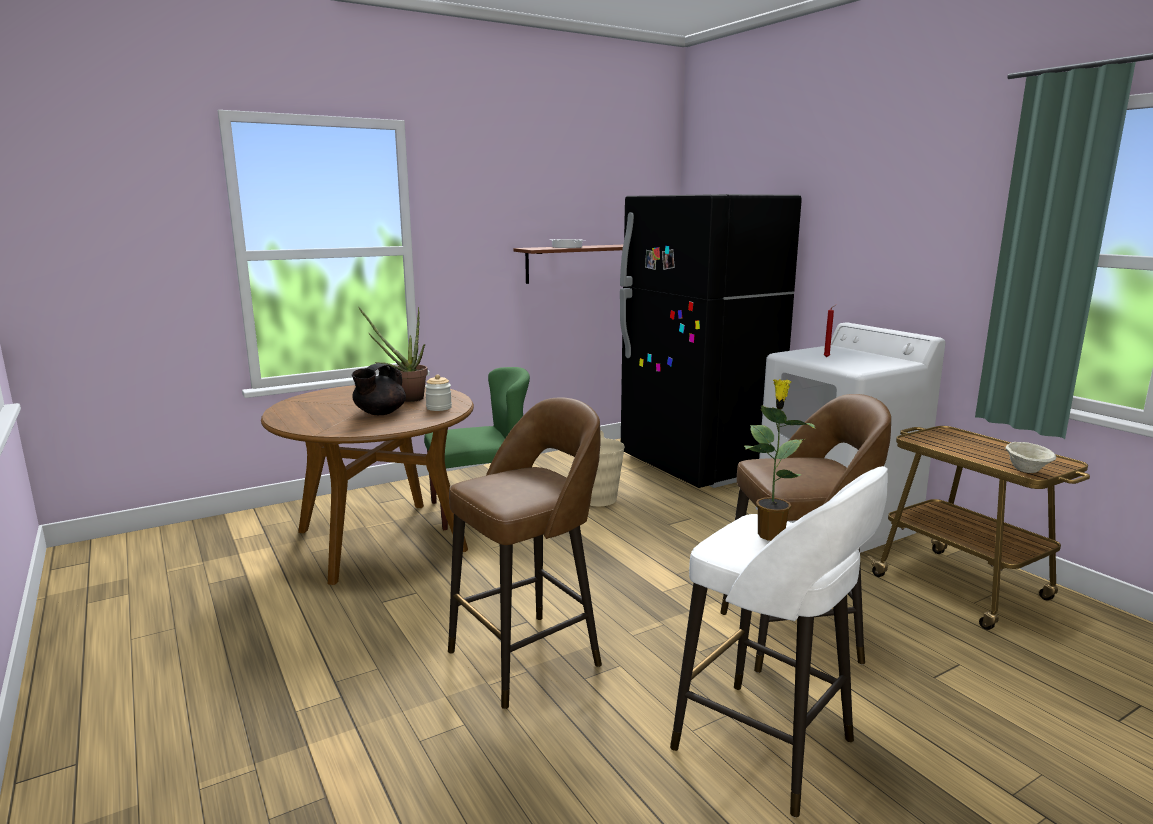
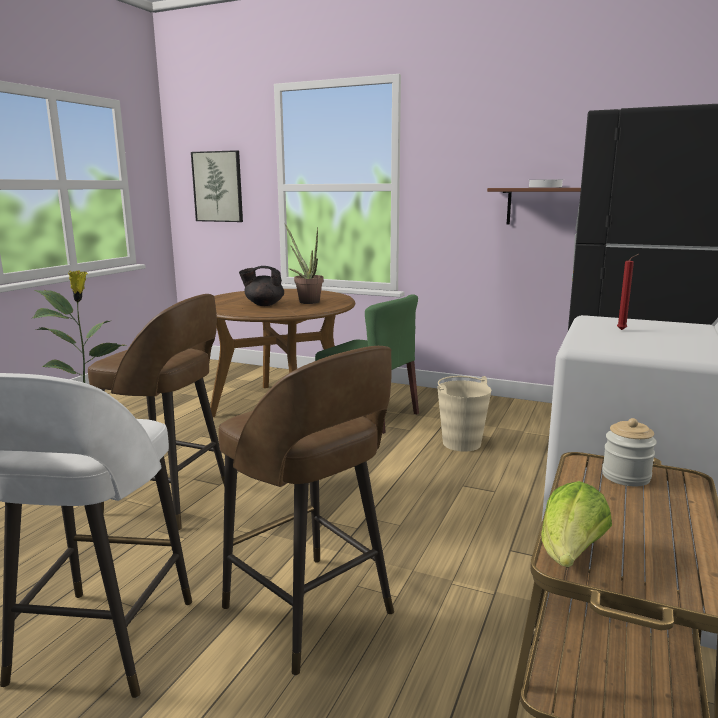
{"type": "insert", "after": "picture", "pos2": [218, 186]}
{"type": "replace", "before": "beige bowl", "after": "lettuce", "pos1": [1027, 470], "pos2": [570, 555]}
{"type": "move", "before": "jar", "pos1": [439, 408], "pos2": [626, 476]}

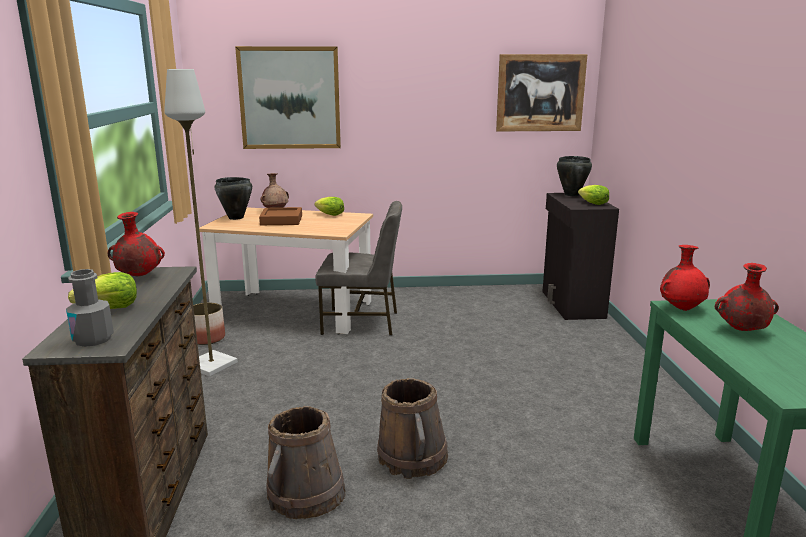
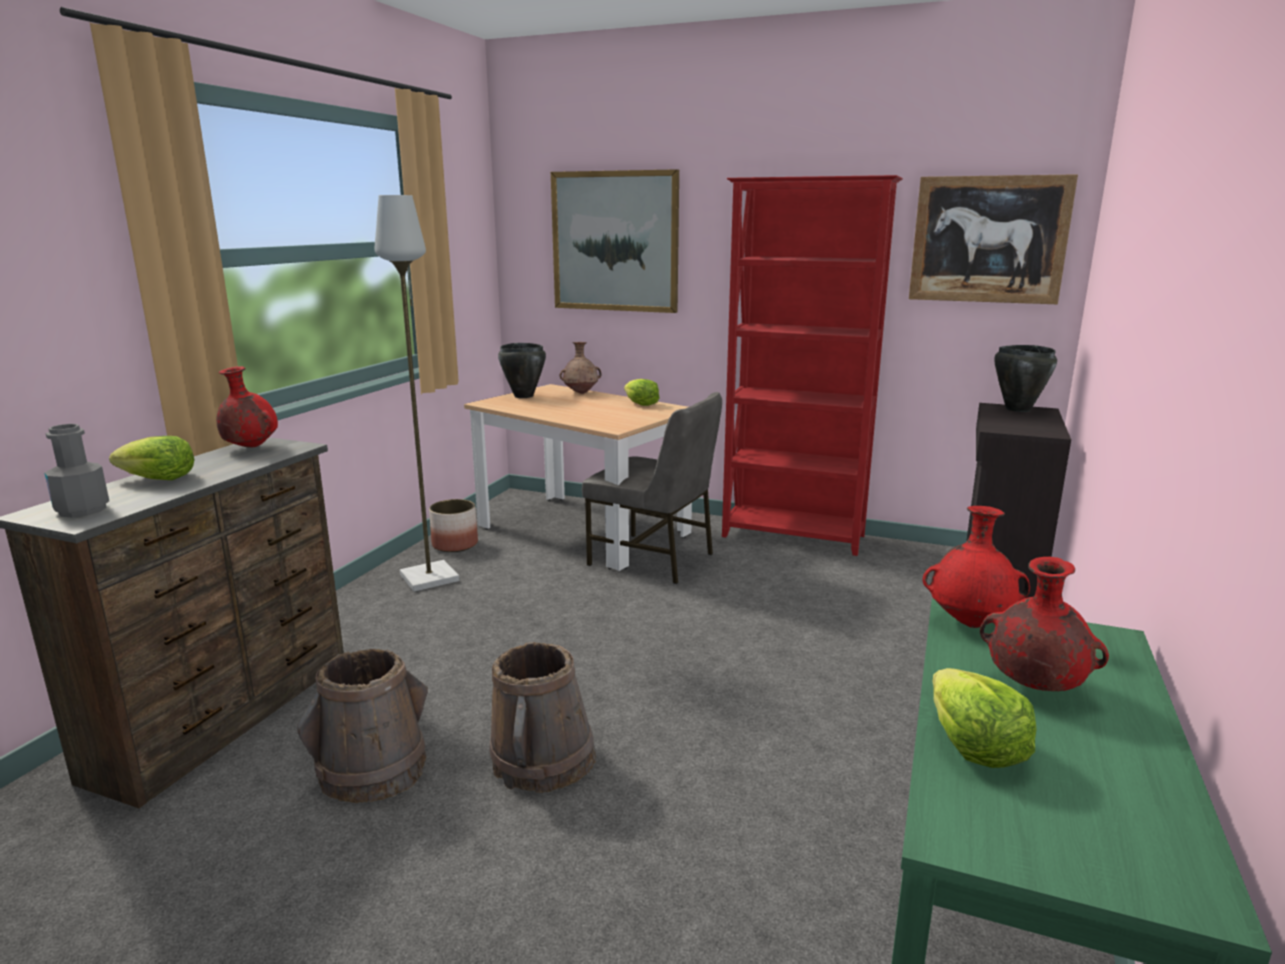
{"type": "insert", "after": "red bookcase", "pos2": [794, 537]}
{"type": "move", "before": "lettuce", "pos1": [593, 203], "pos2": [973, 746]}
{"type": "delete", "before": "brown tray", "pos1": [281, 220]}

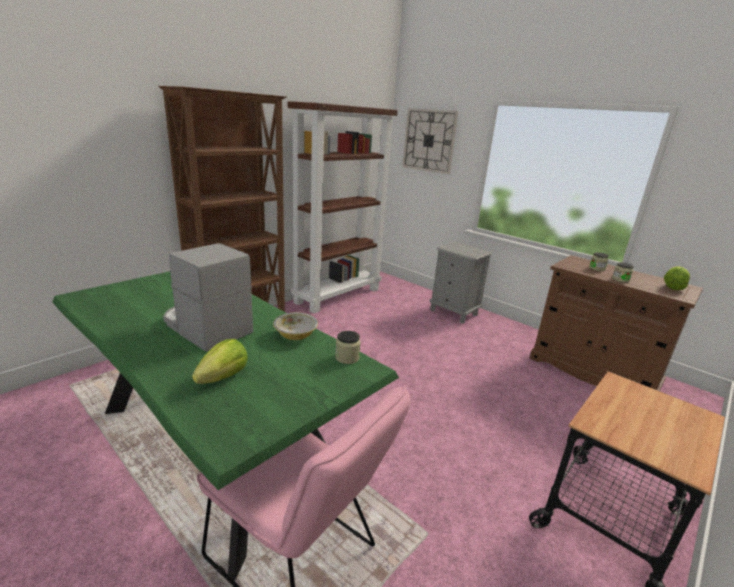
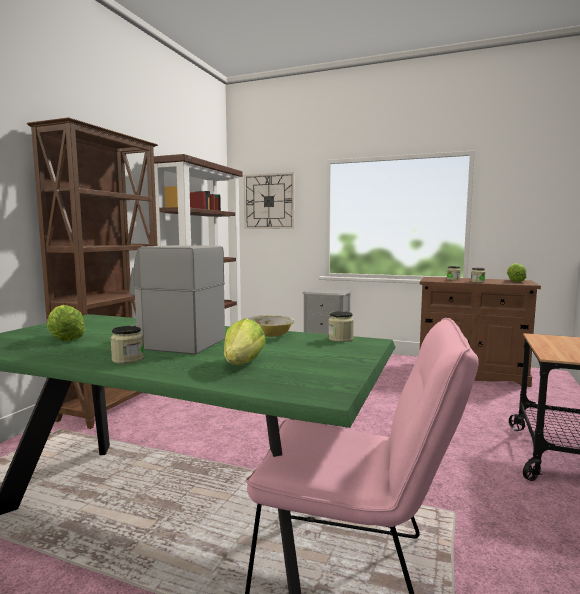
{"type": "insert", "after": "lettuce", "pos2": [65, 339]}
{"type": "insert", "after": "jar", "pos2": [128, 359]}

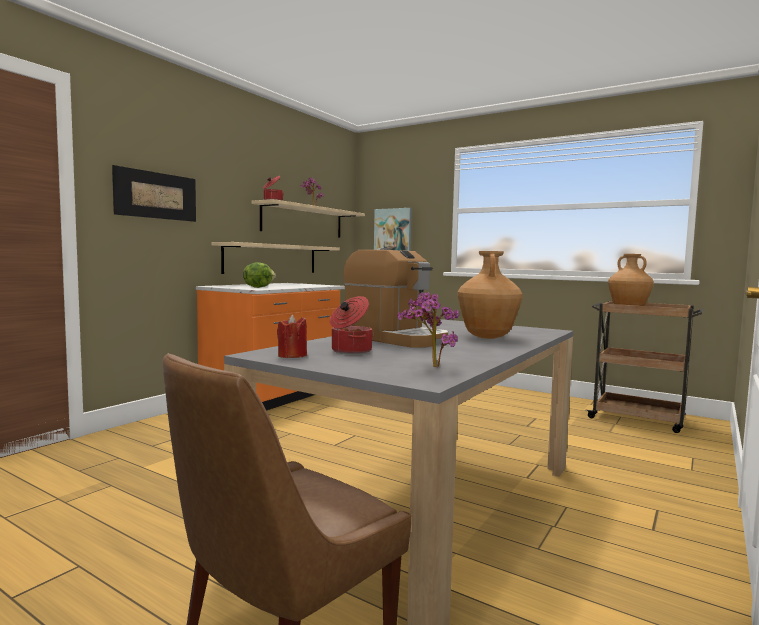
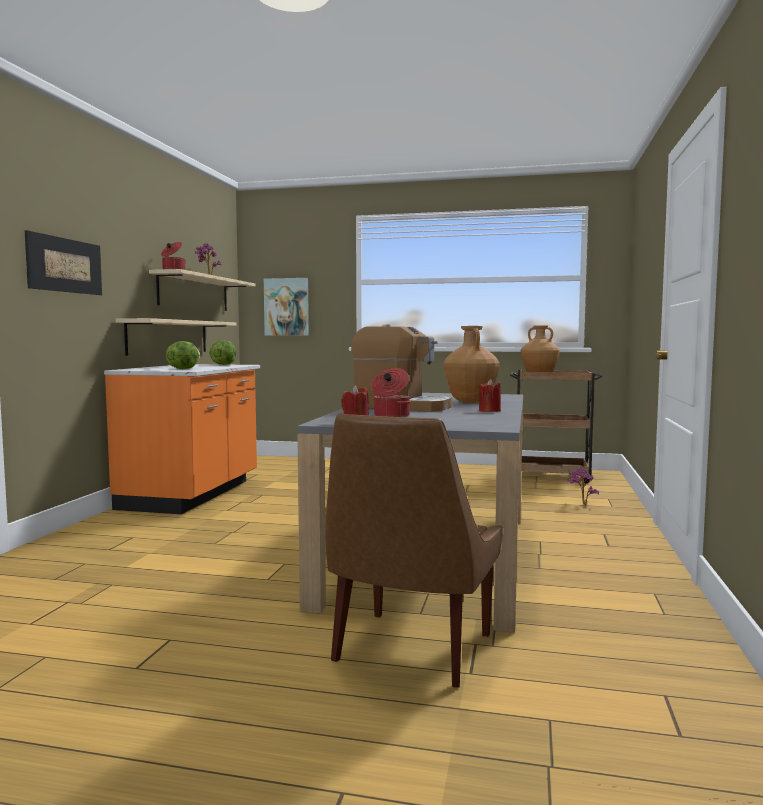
{"type": "insert", "after": "lettuce", "pos2": [223, 364]}
{"type": "insert", "after": "red candle", "pos2": [489, 411]}
{"type": "move", "before": "potted plant", "pos1": [430, 366], "pos2": [581, 504]}

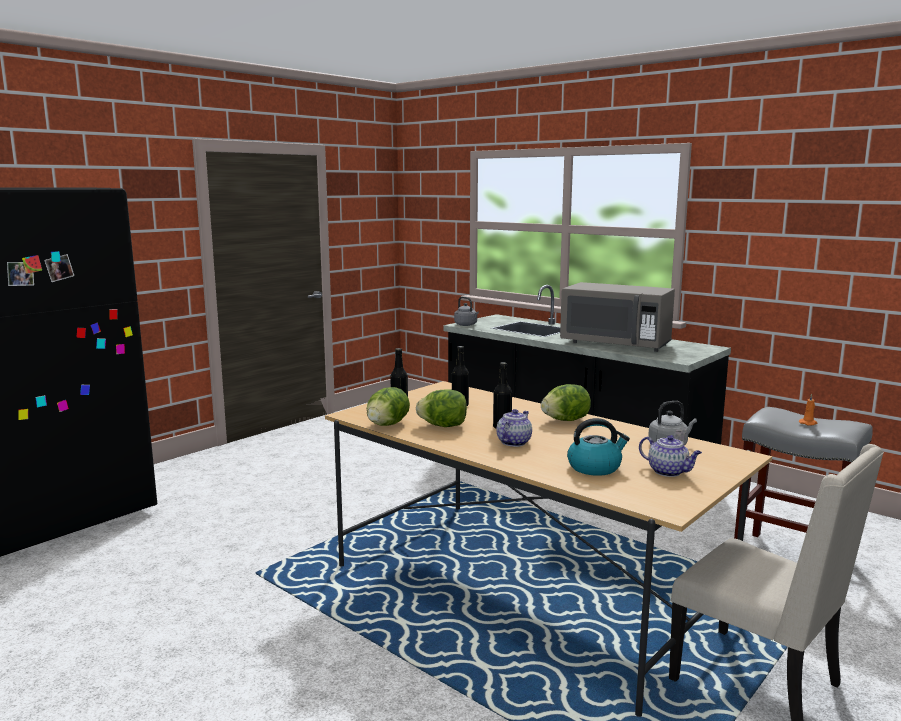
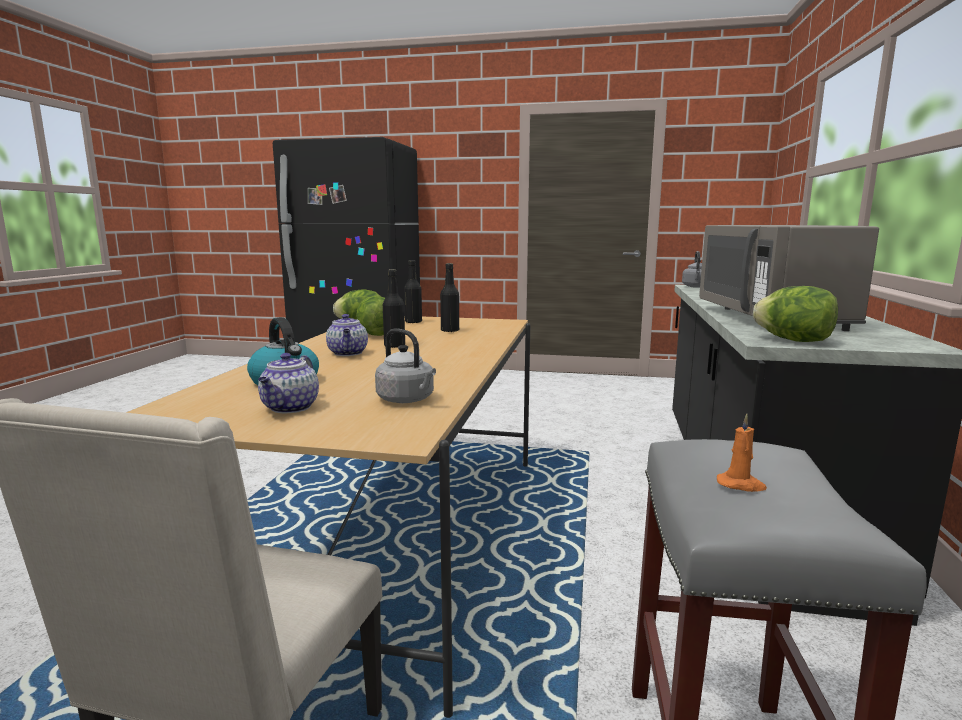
{"type": "rotate", "before": "teapot", "pos1": [514, 442], "pos2": [348, 353], "turn": 75}
{"type": "move", "before": "lettuce", "pos1": [565, 420], "pos2": [794, 341]}

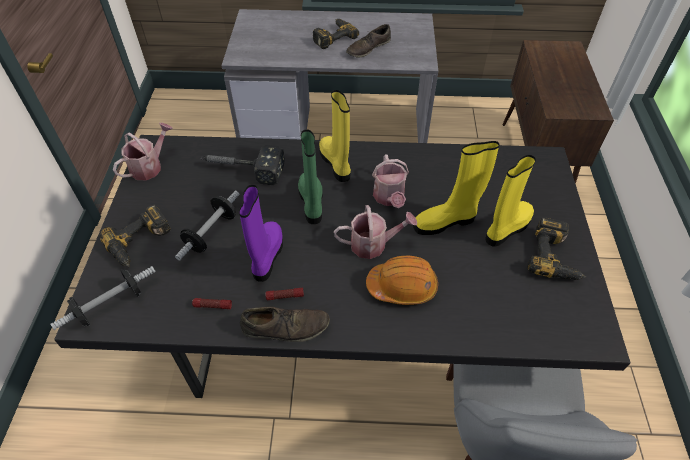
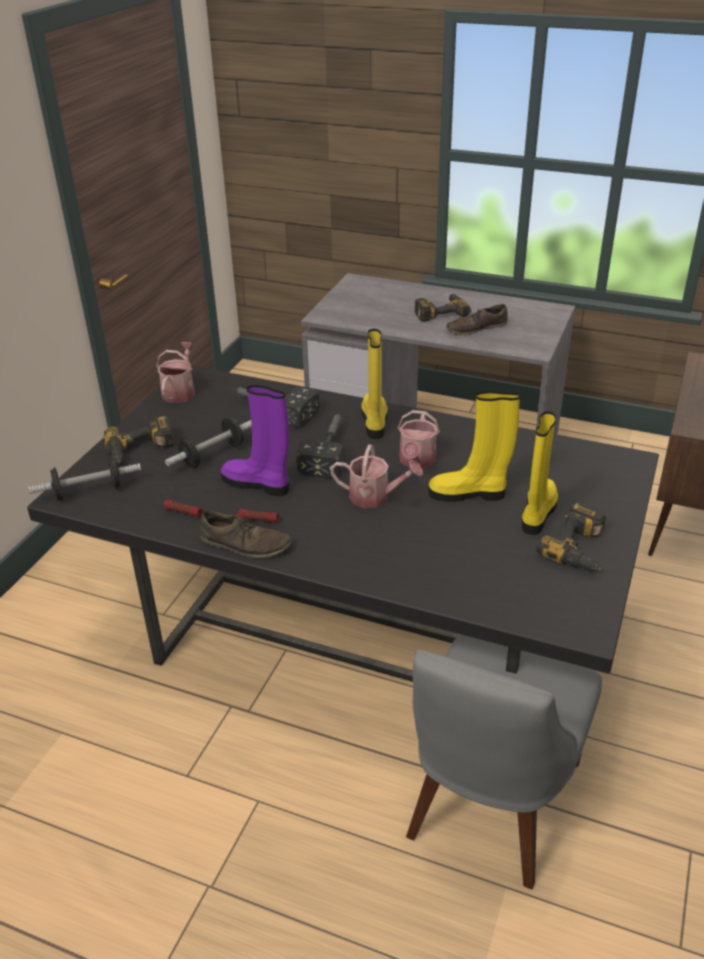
{"type": "rotate", "before": "watering can", "pos1": [149, 166], "pos2": [180, 391], "turn": -45}
{"type": "rotate", "before": "purple boot", "pos1": [267, 256], "pos2": [258, 484], "turn": -90}
{"type": "replace", "before": "green boot", "after": "hammer", "pos1": [311, 202], "pos2": [329, 449]}
{"type": "rotate", "before": "yellow boot", "pos1": [507, 228], "pos2": [537, 513], "turn": -45}
{"type": "delete", "before": "orange hard hat", "pos1": [402, 286]}

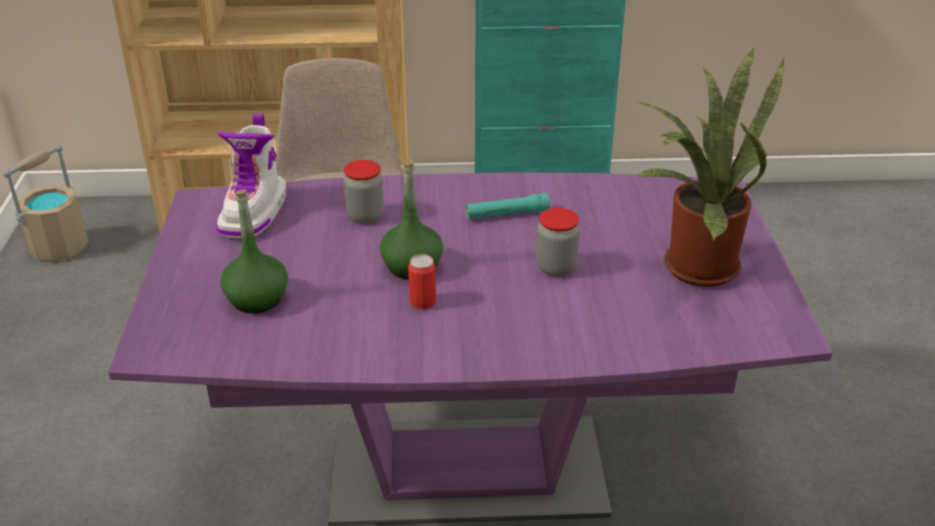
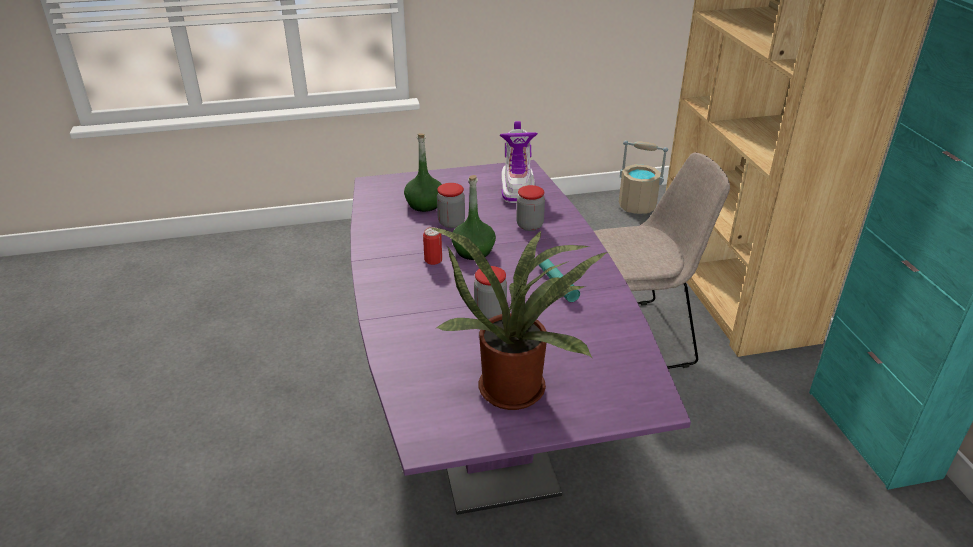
{"type": "insert", "after": "jar", "pos2": [451, 223]}
{"type": "rotate", "before": "boot", "pos1": [255, 213], "pos2": [517, 187], "turn": -90}

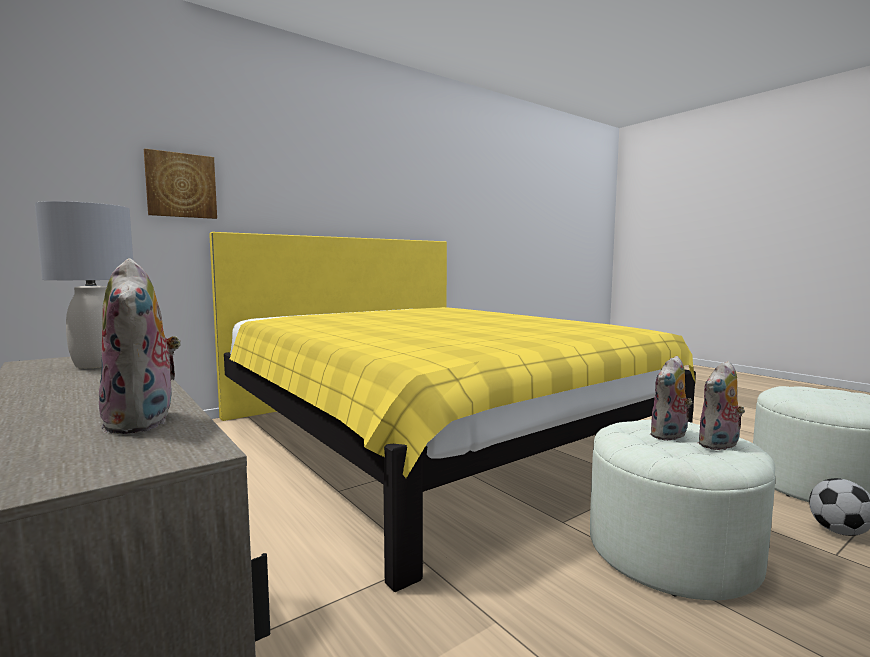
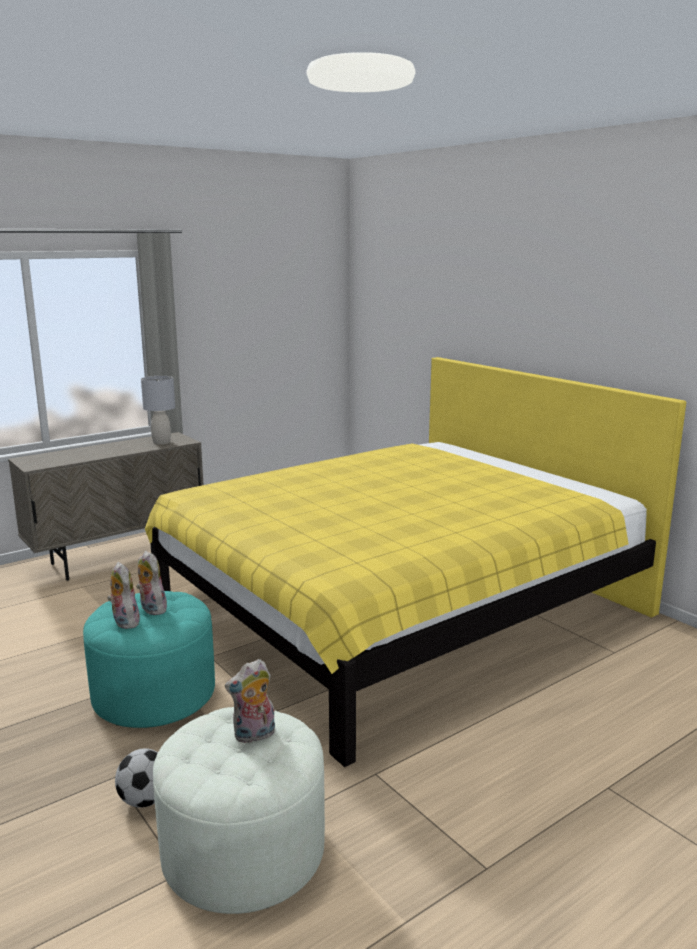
{"type": "recolor", "before": "white ottoman", "after": "turquoise ottoman", "pos1": [671, 551], "pos2": [154, 694]}
{"type": "move", "before": "plush toy", "pos1": [144, 422], "pos2": [254, 736]}
{"type": "delete", "before": "picture", "pos1": [181, 185]}

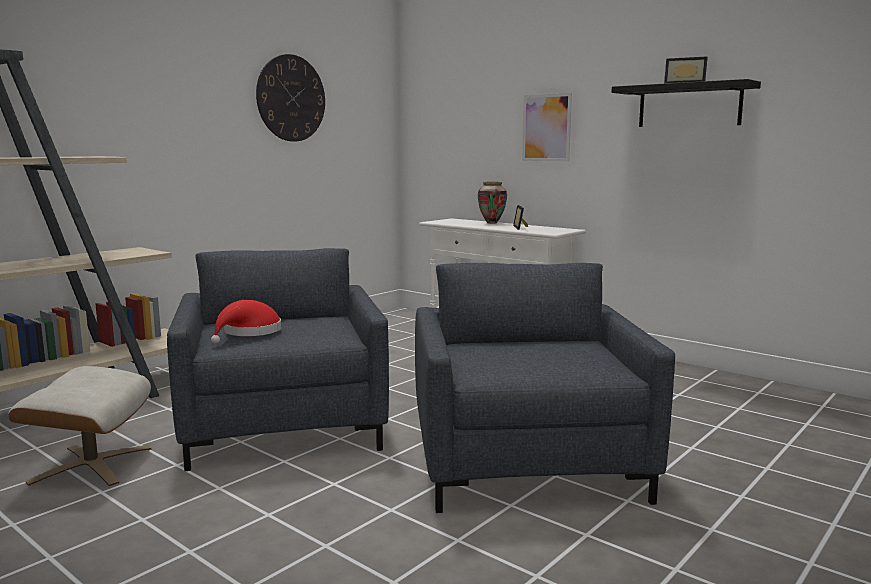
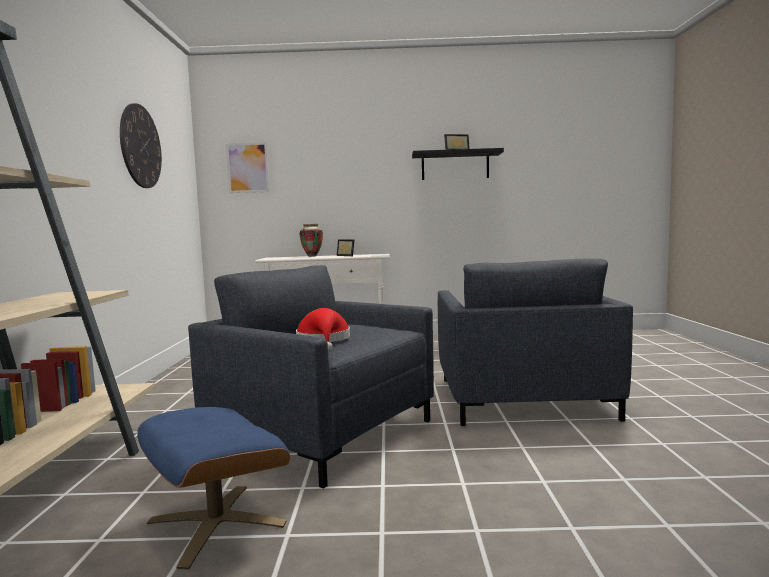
{"type": "recolor", "before": "beige ottoman", "after": "blue ottoman", "pos1": [91, 465], "pos2": [215, 523]}
{"type": "move", "before": "picture", "pos1": [546, 127], "pos2": [248, 168]}
{"type": "rotate", "before": "grey armchair", "pos1": [527, 463], "pos2": [521, 398], "turn": -135}

